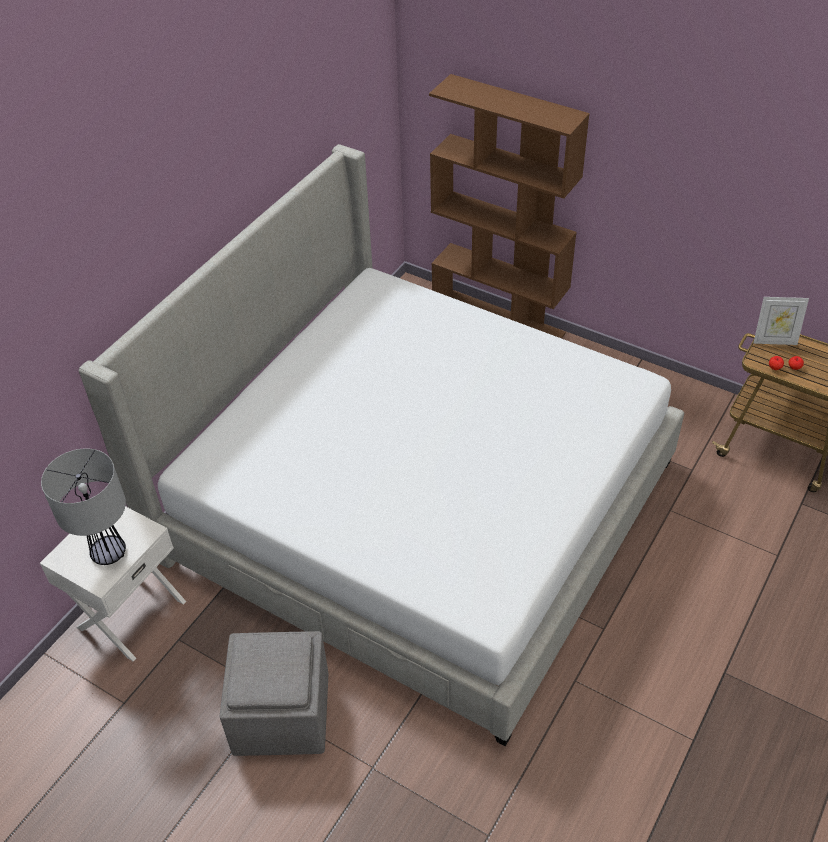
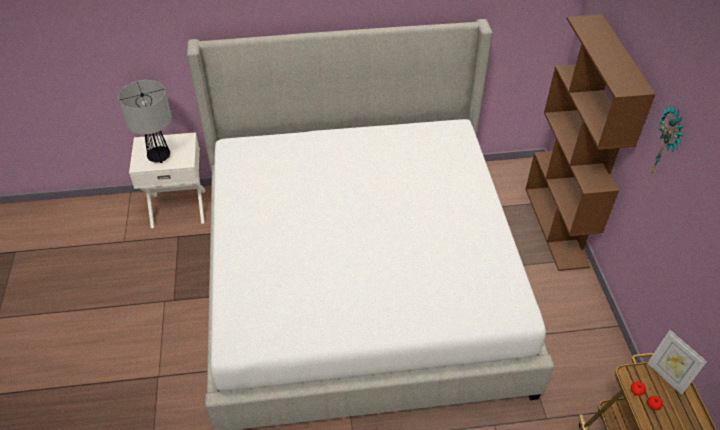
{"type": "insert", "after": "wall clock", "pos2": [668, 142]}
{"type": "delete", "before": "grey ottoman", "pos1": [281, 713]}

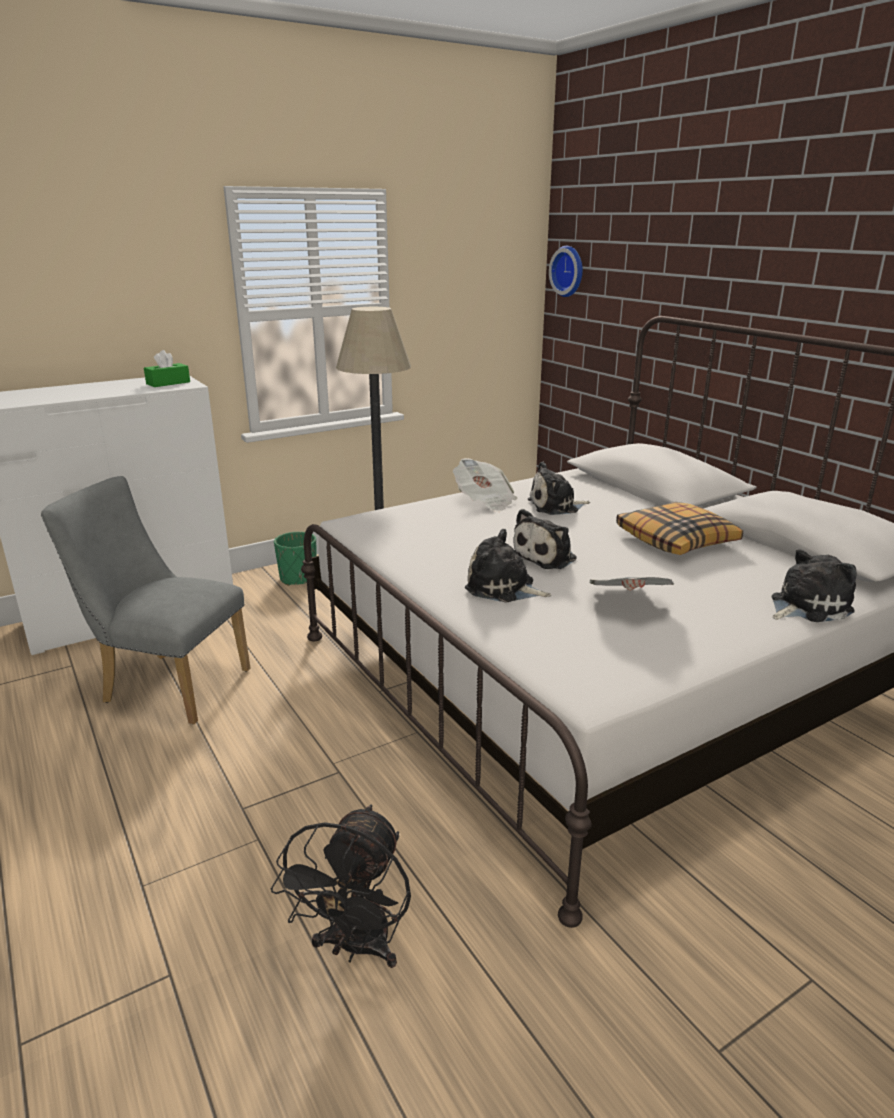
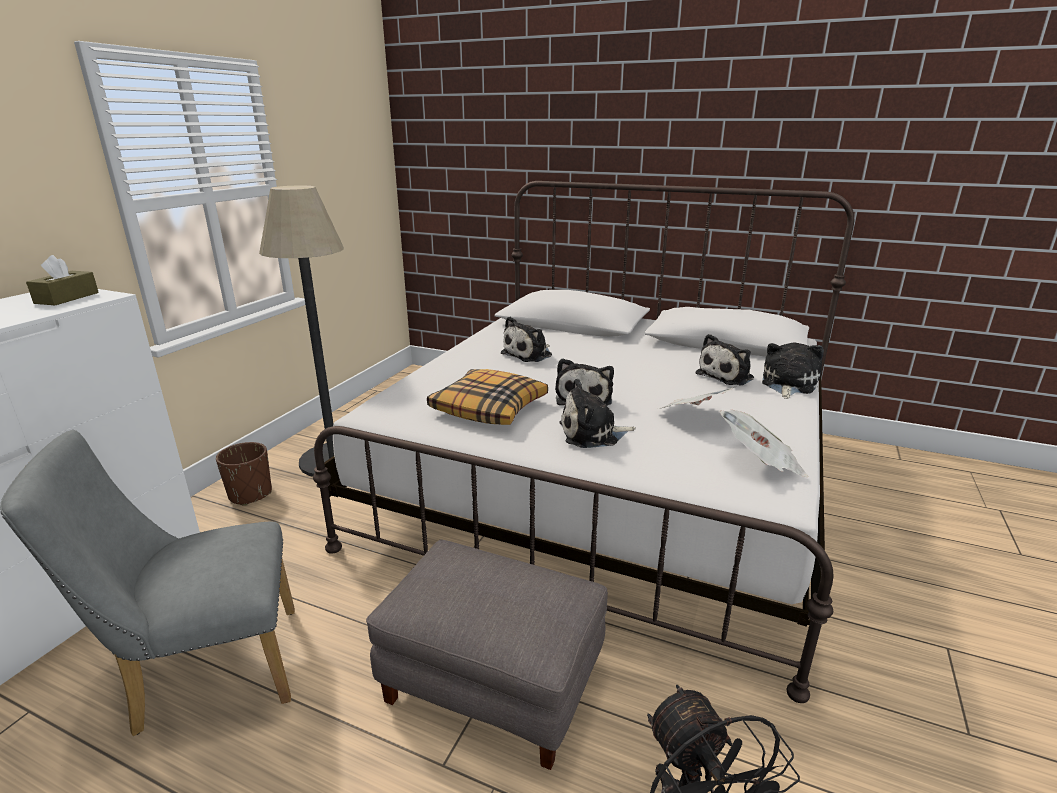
{"type": "recolor", "before": "green tissue box", "after": "brown tissue box", "pos1": [168, 383], "pos2": [67, 298]}
{"type": "recolor", "before": "green planter", "after": "brown planter", "pos1": [298, 578], "pos2": [250, 494]}
{"type": "insert", "after": "grey ottoman", "pos2": [494, 679]}
{"type": "move", "before": "pillow", "pos1": [676, 540], "pos2": [489, 408]}
{"type": "insert", "after": "plush toy", "pos2": [727, 376]}
{"type": "move", "before": "newspaper", "pos1": [484, 501], "pos2": [760, 463]}
{"type": "delete", "before": "wall clock", "pos1": [569, 271]}

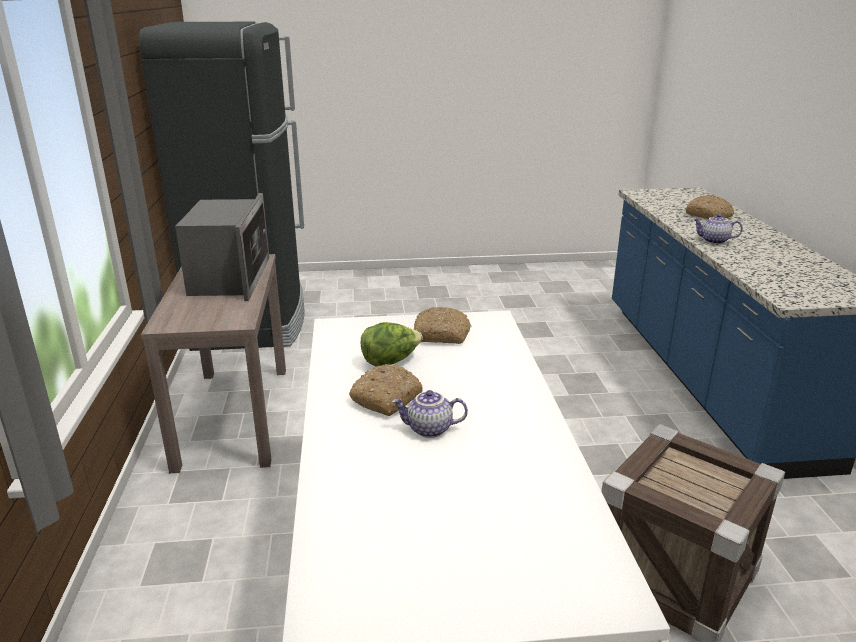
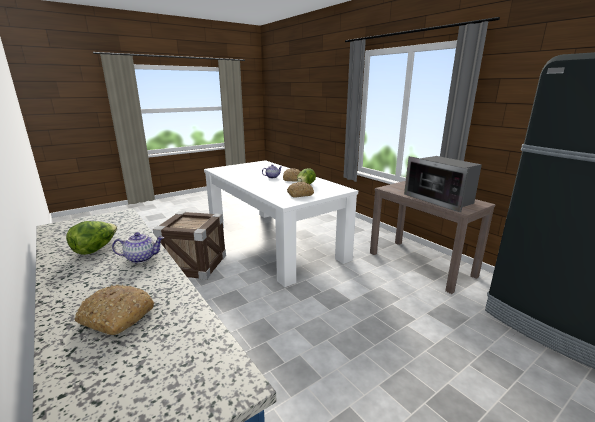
{"type": "insert", "after": "lettuce", "pos2": [95, 249]}

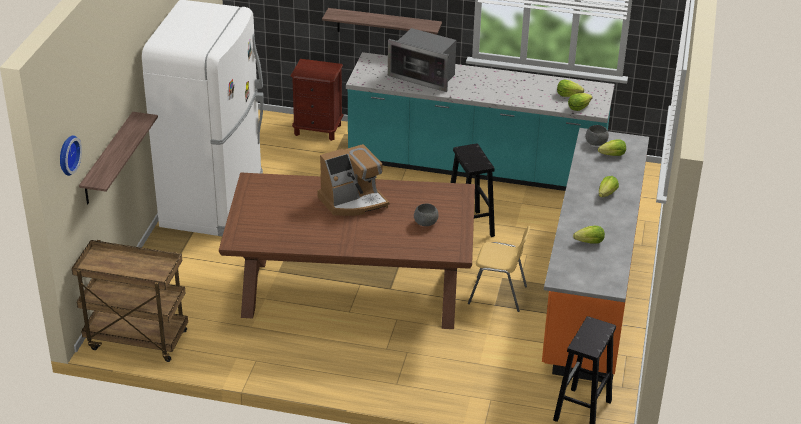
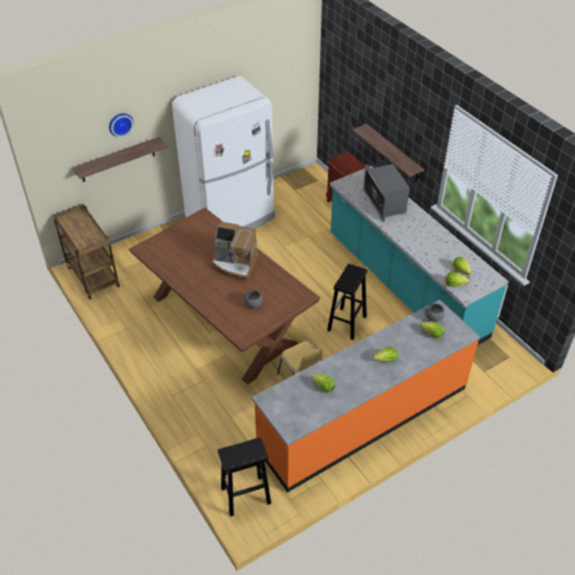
{"type": "move", "before": "wall clock", "pos1": [67, 154], "pos2": [120, 124]}

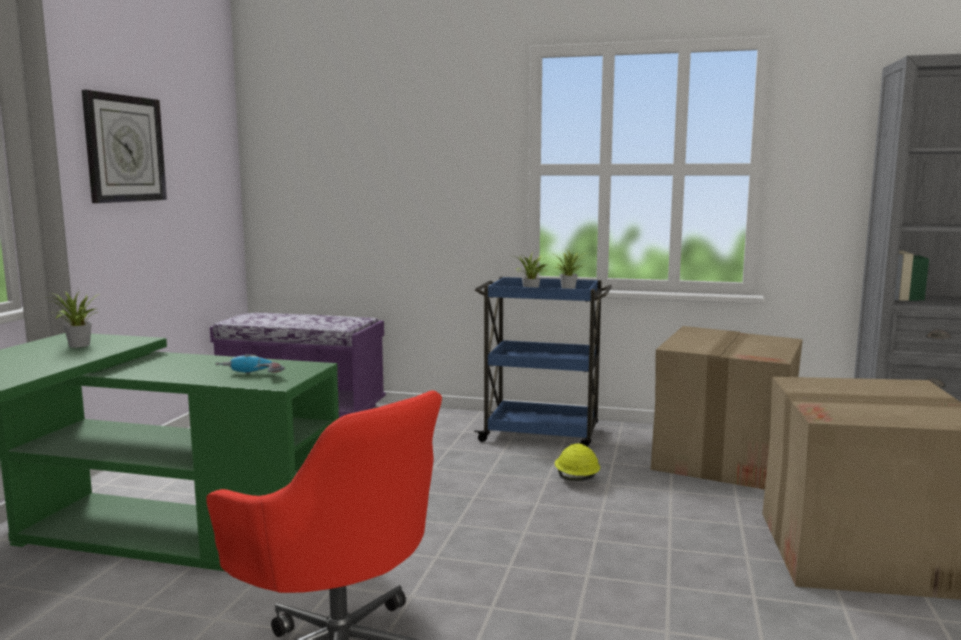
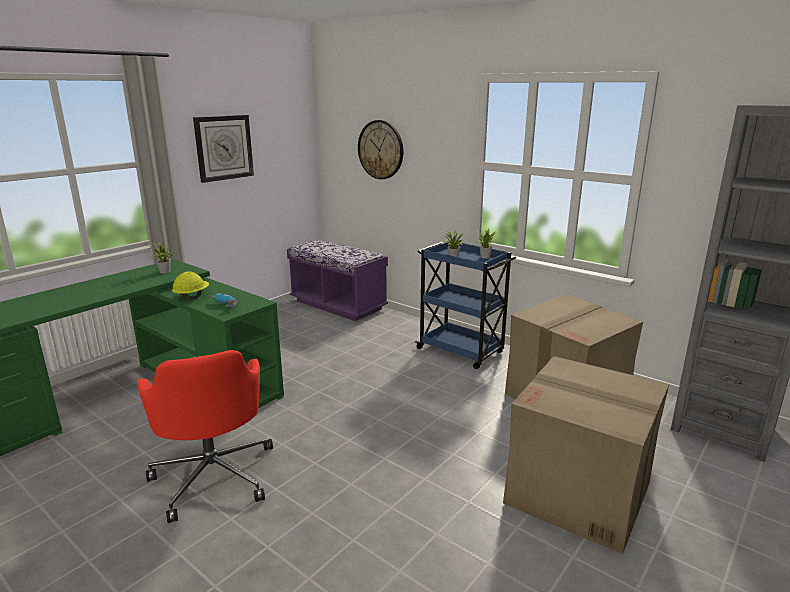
{"type": "move", "before": "yellow hard hat", "pos1": [576, 479], "pos2": [191, 296]}
{"type": "insert", "after": "wall clock", "pos2": [380, 149]}

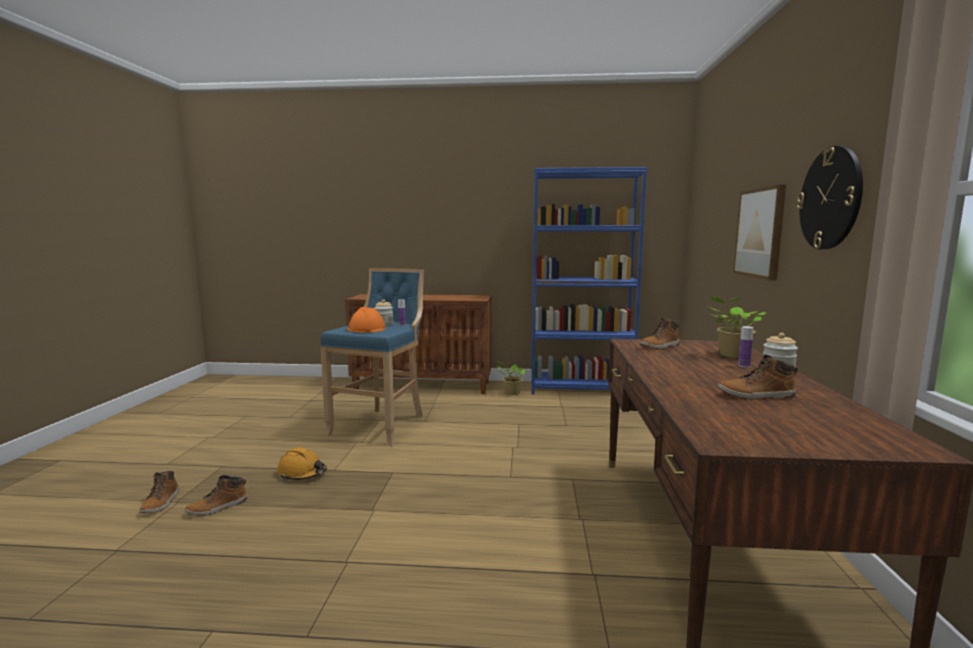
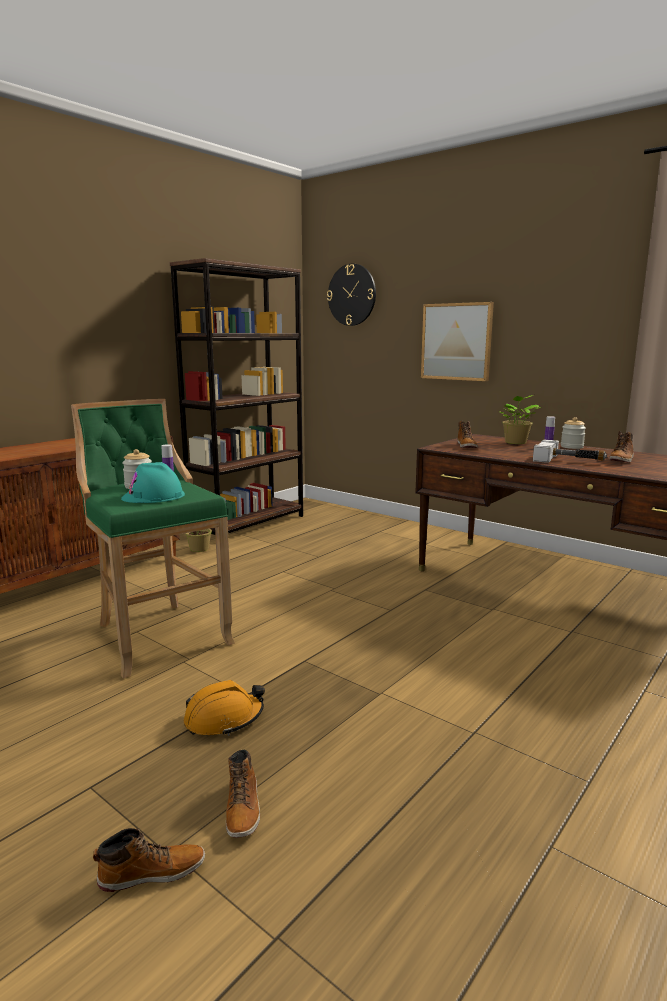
{"type": "recolor", "before": "blue stool", "after": "green stool", "pos1": [381, 425], "pos2": [158, 634]}
{"type": "rotate", "before": "boot", "pos1": [161, 503], "pos2": [152, 872], "turn": -45}
{"type": "recolor", "before": "orange hard hat", "after": "turquoise hard hat", "pos1": [366, 329], "pos2": [153, 496]}
{"type": "recolor", "before": "blue bookcase", "after": "brown bookcase", "pos1": [581, 389], "pos2": [248, 524]}
{"type": "move", "before": "wall clock", "pos1": [830, 198], "pos2": [352, 295]}
{"type": "insert", "after": "hammer", "pos2": [569, 460]}

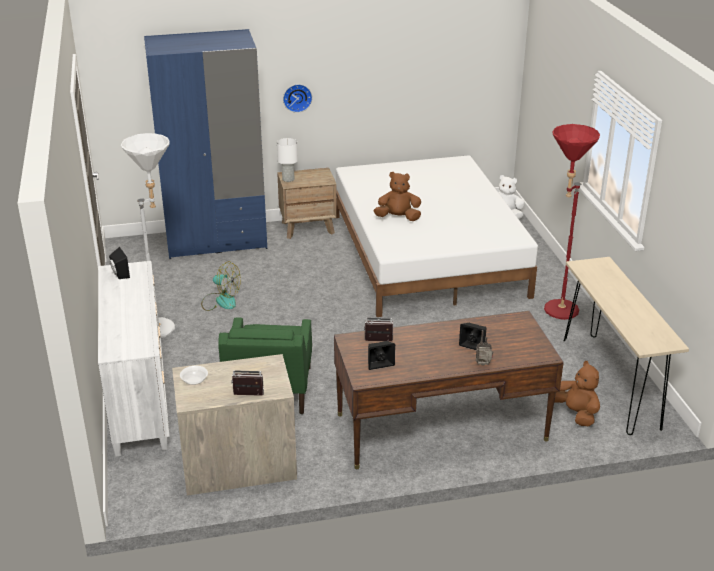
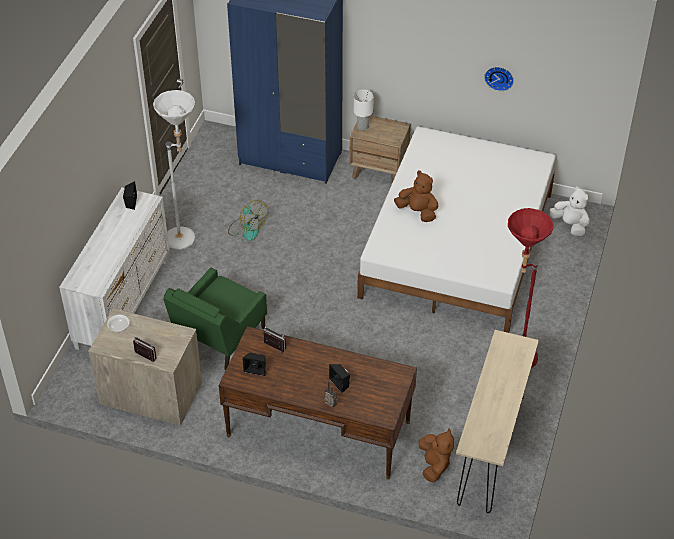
{"type": "move", "before": "wall clock", "pos1": [297, 97], "pos2": [499, 77]}

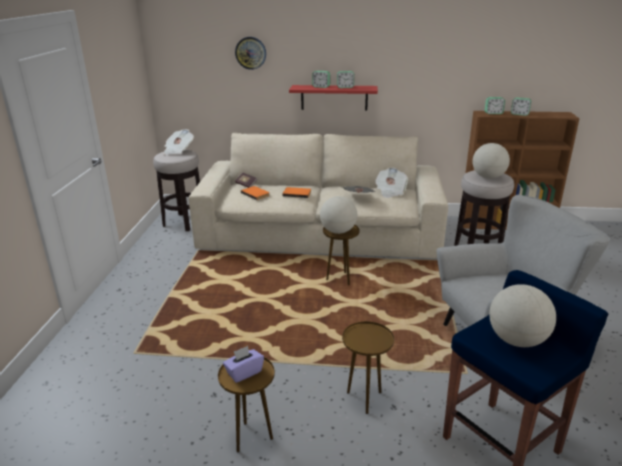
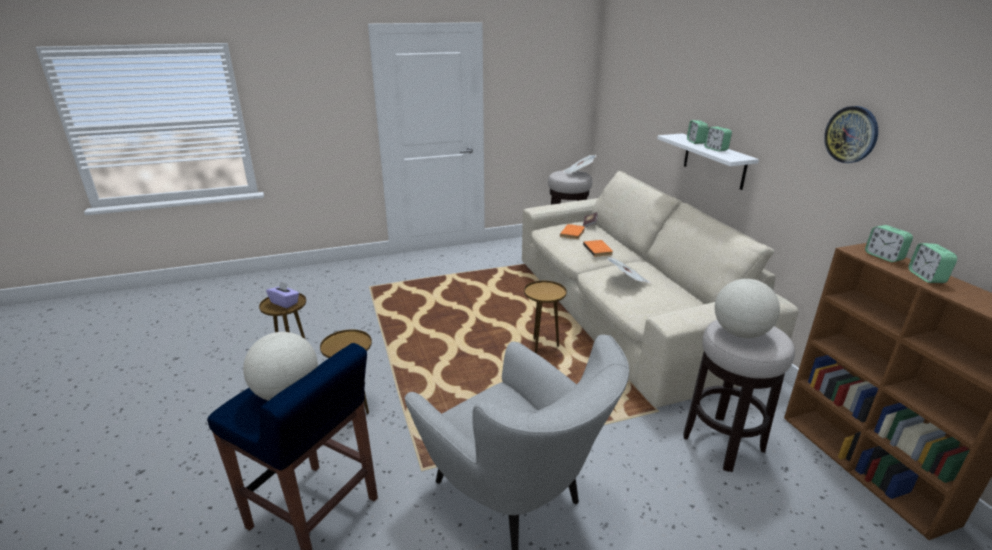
{"type": "recolor", "before": "red shelf", "after": "white shelf", "pos1": [334, 97], "pos2": [714, 161]}
{"type": "move", "before": "wall clock", "pos1": [250, 53], "pos2": [851, 134]}
{"type": "delete", "before": "globe", "pos1": [338, 231]}
{"type": "delete", "before": "newspaper", "pos1": [390, 191]}

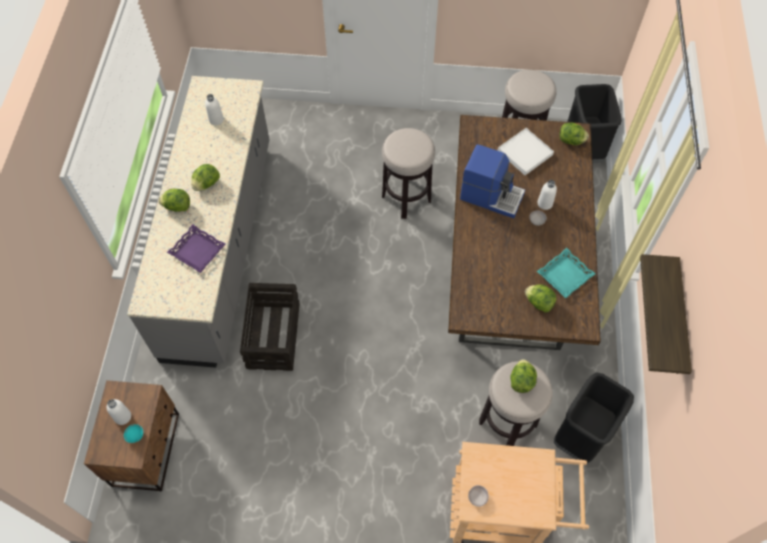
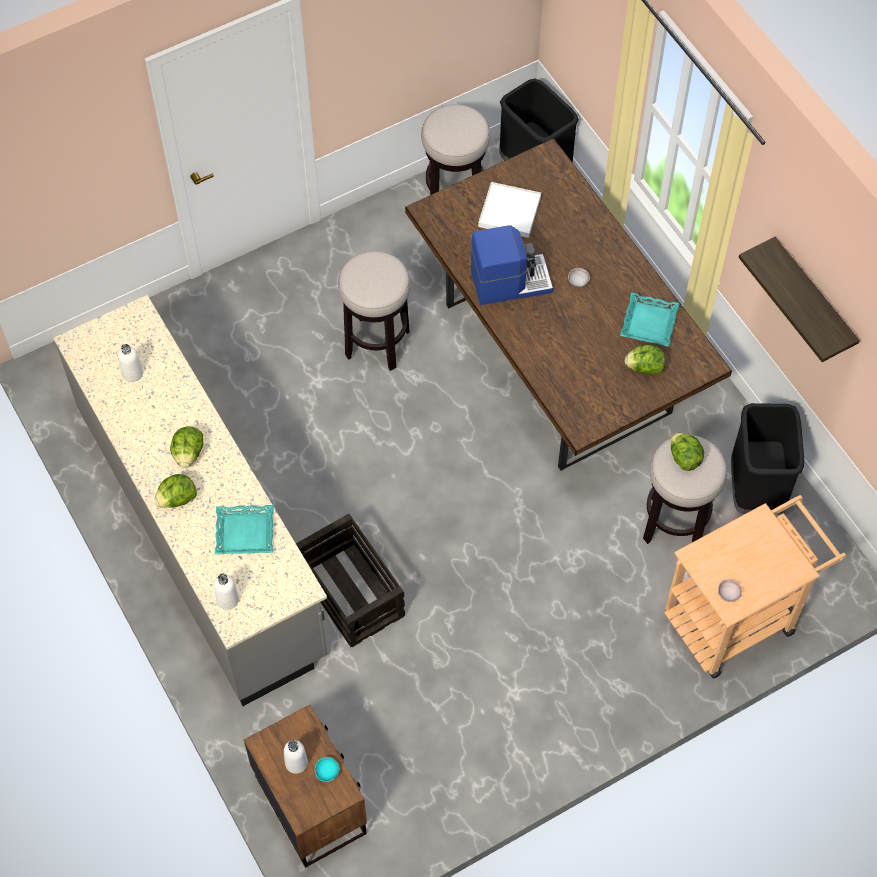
{"type": "move", "before": "white bottle", "pos1": [545, 203], "pos2": [227, 599]}
{"type": "recolor", "before": "purple tray", "after": "turquoise tray", "pos1": [197, 251], "pos2": [245, 533]}
{"type": "delete", "before": "lettuce", "pos1": [571, 141]}

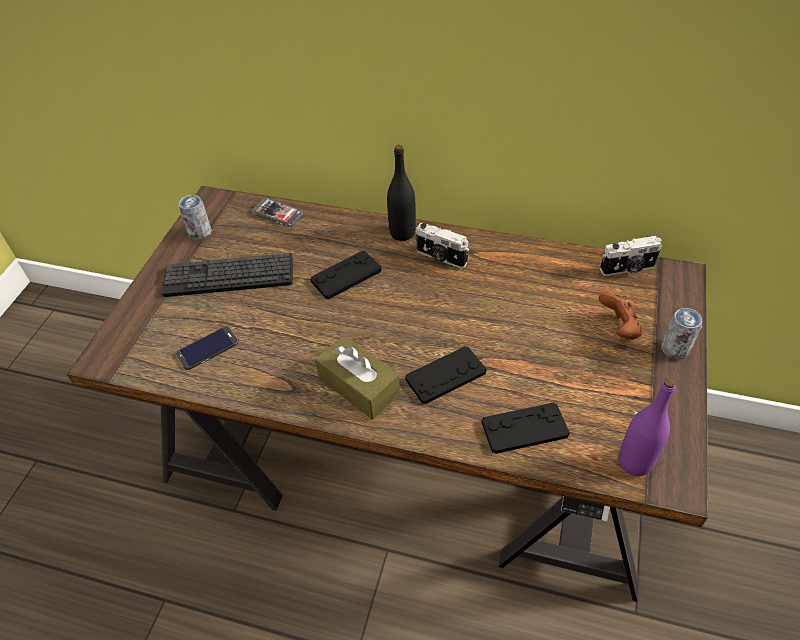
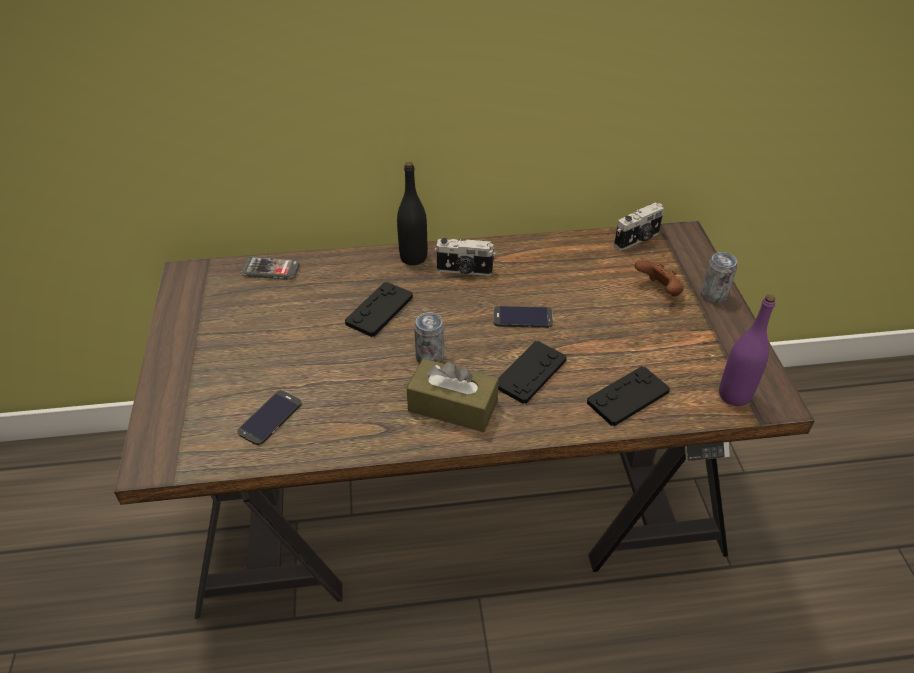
{"type": "move", "before": "can", "pos1": [200, 233], "pos2": [430, 357]}
{"type": "insert", "after": "phone", "pos2": [522, 317]}
{"type": "delete", "before": "keyboard", "pos1": [229, 276]}

